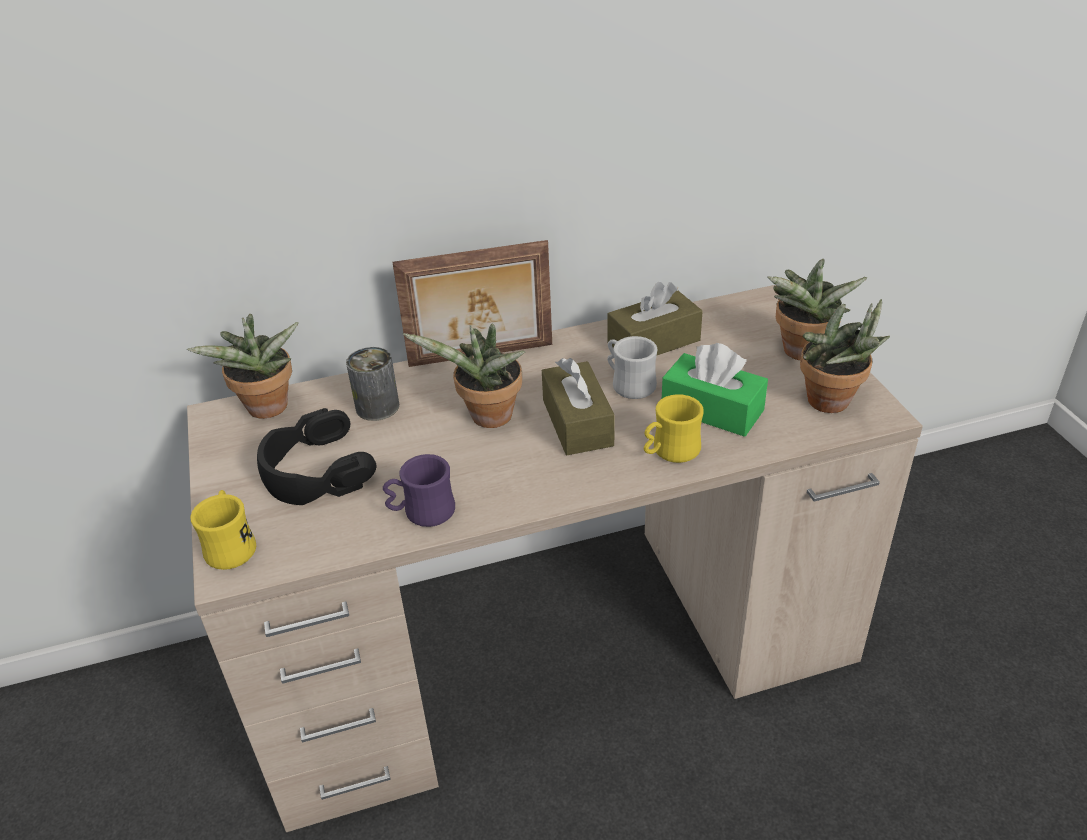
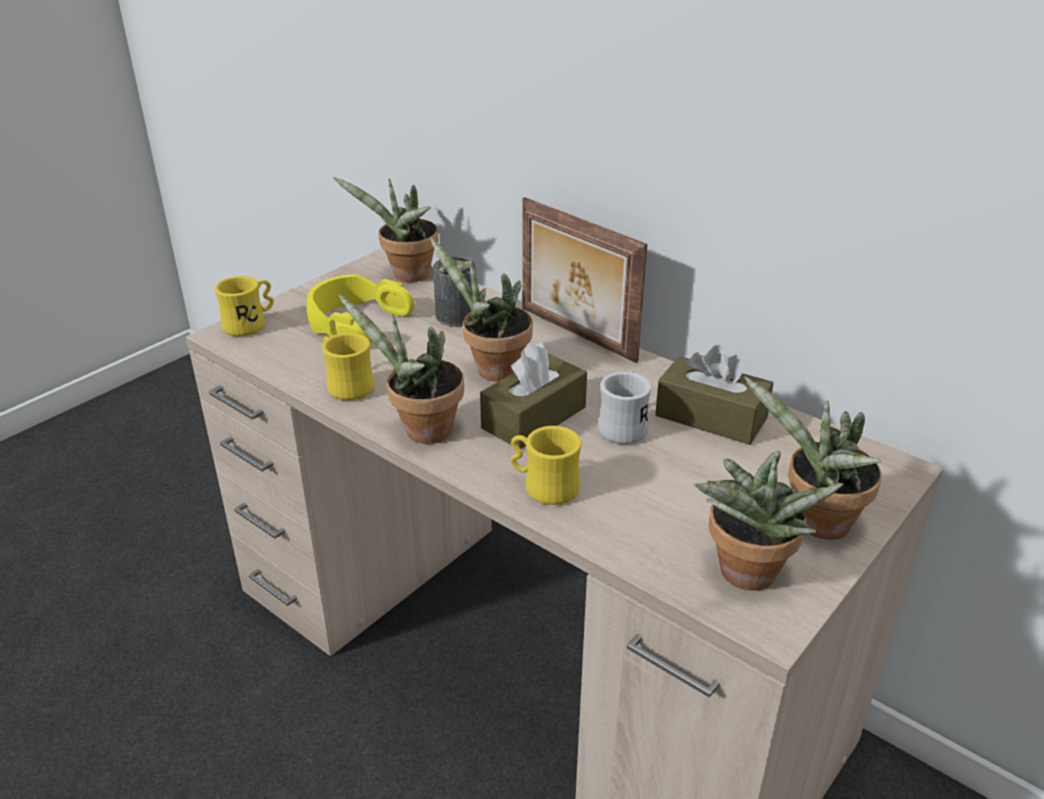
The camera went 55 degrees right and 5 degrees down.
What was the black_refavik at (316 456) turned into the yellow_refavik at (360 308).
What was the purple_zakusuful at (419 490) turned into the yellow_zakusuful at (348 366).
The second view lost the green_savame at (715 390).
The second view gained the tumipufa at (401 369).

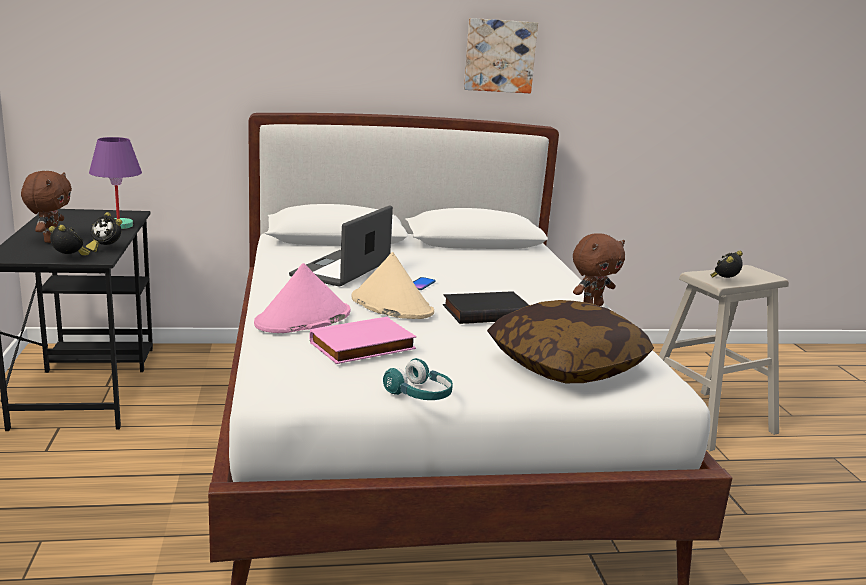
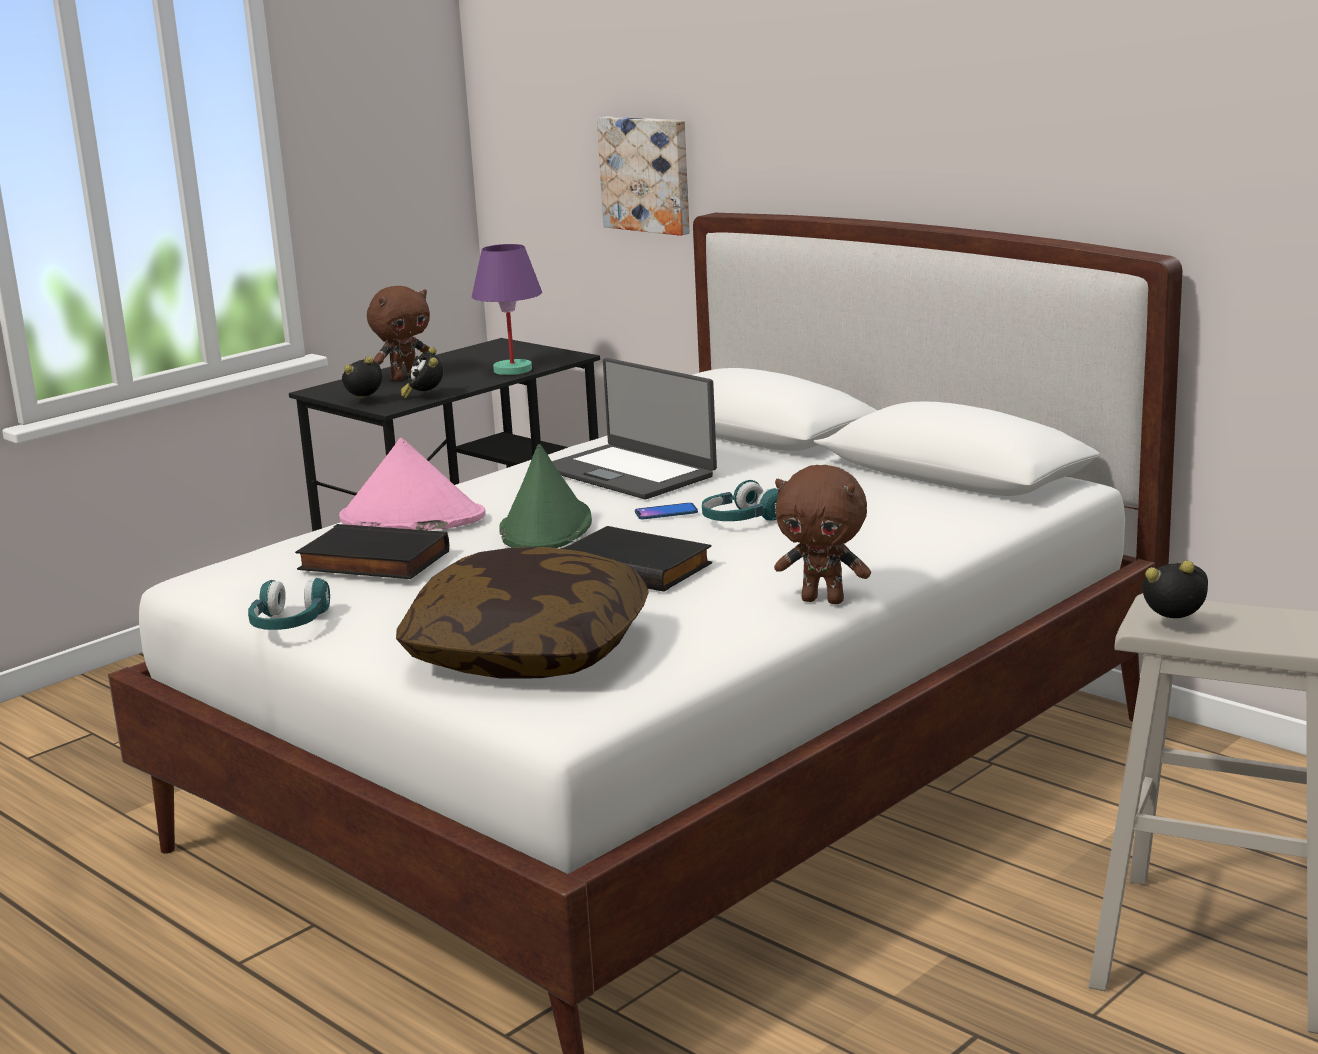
The camera went 55 degrees right and 0 degrees up.
The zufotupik at (69 240) ended up facing another way, 105 degrees counterclockwise from before.
The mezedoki at (341 246) ended up facing another way, 120 degrees counterclockwise from before.
What was the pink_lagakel at (363 340) turned into the black_lagakel at (372 551).
What was the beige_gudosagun at (392 285) turned into the green_gudosagun at (545 496).
The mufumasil ended up elsewhere, having gone from (501 55) to (643 176).
The second view gained the turquoise_refavik at (740 500).

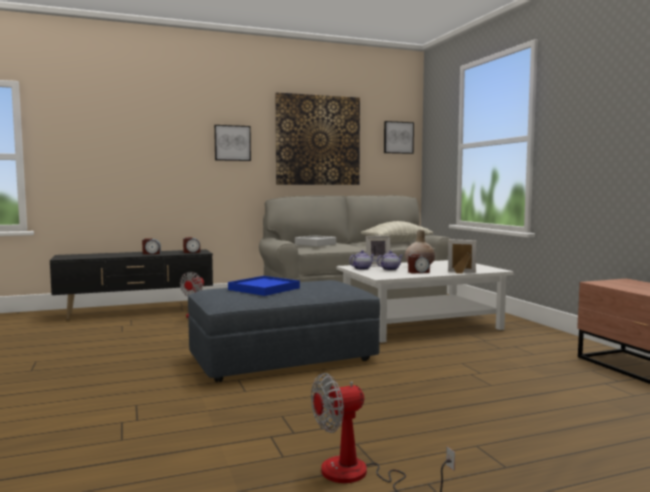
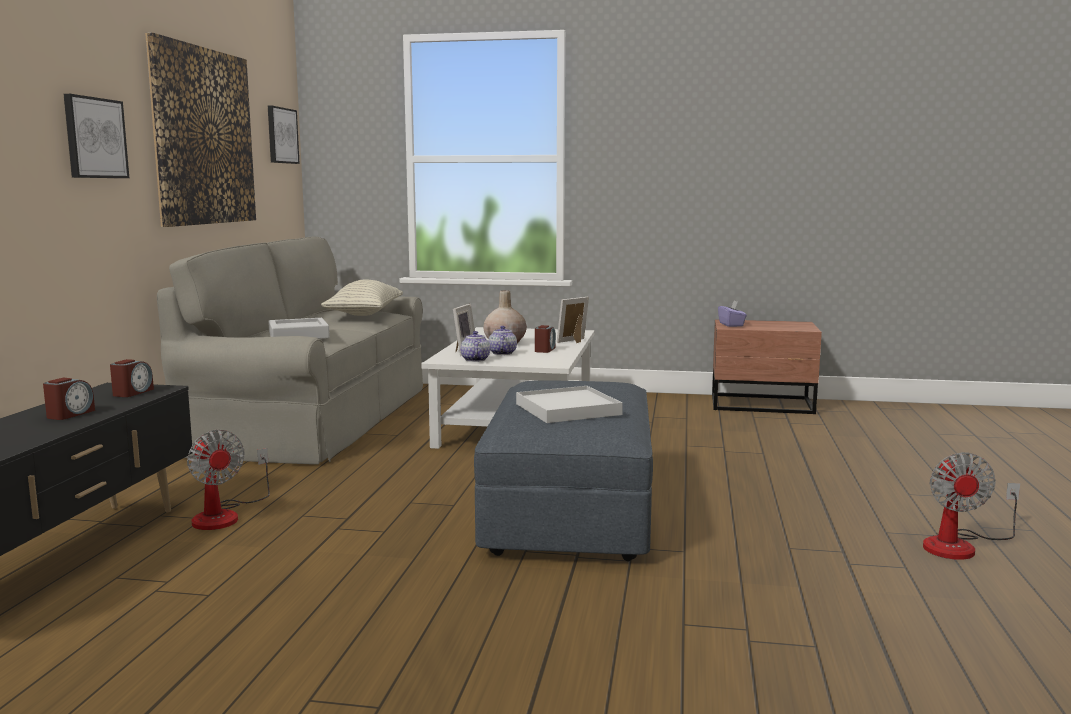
The camera went 60 degrees left and 5 degrees up.
What was the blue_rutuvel at (264 286) turned into the white_rutuvel at (569 404).
The second view gained the purple_savame at (732 314).

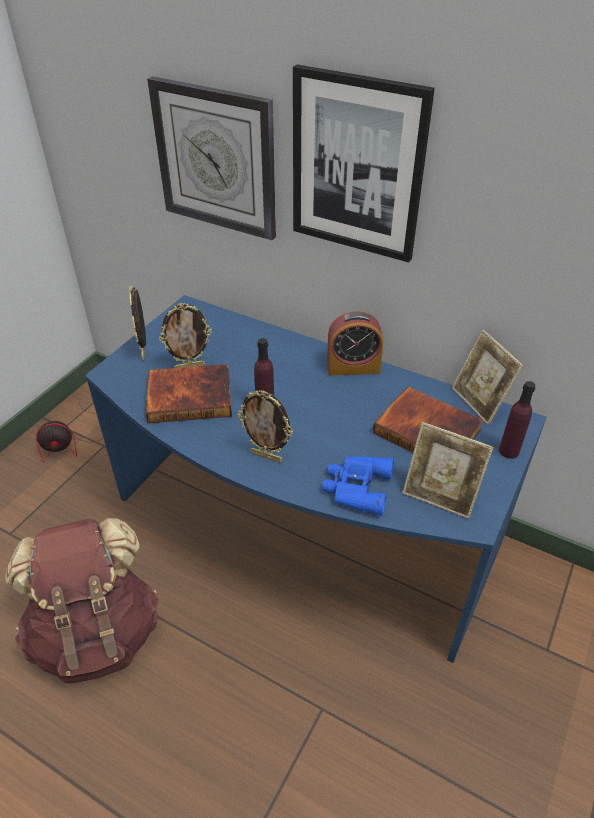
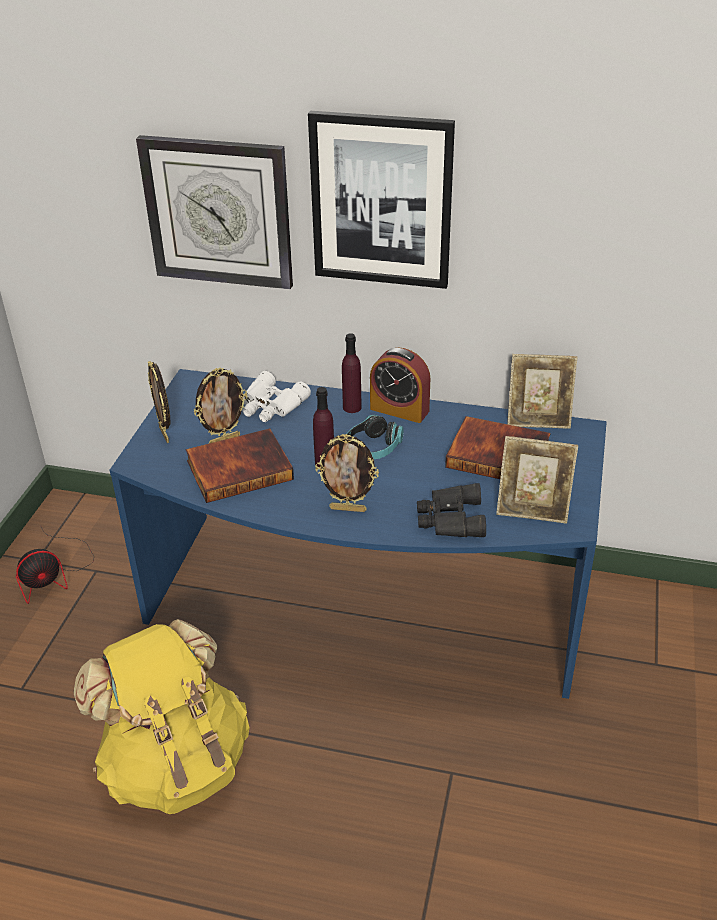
The camera went 15 degrees left and 5 degrees down.
What was the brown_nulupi at (82 600) turned into the yellow_nulupi at (161 716).
What was the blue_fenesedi at (358 486) turned into the black_fenesedi at (451 510).
The zufotupik at (355 343) ended up facing another way, 45 degrees clockwise from before.
The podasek at (487 377) ended up facing another way, 45 degrees counterclockwise from before.
The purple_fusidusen ended up elsewhere, having gone from (517 420) to (351 373).
The second view gained the white_fenesedi at (277 396).
The second view gained the refavik at (375 437).

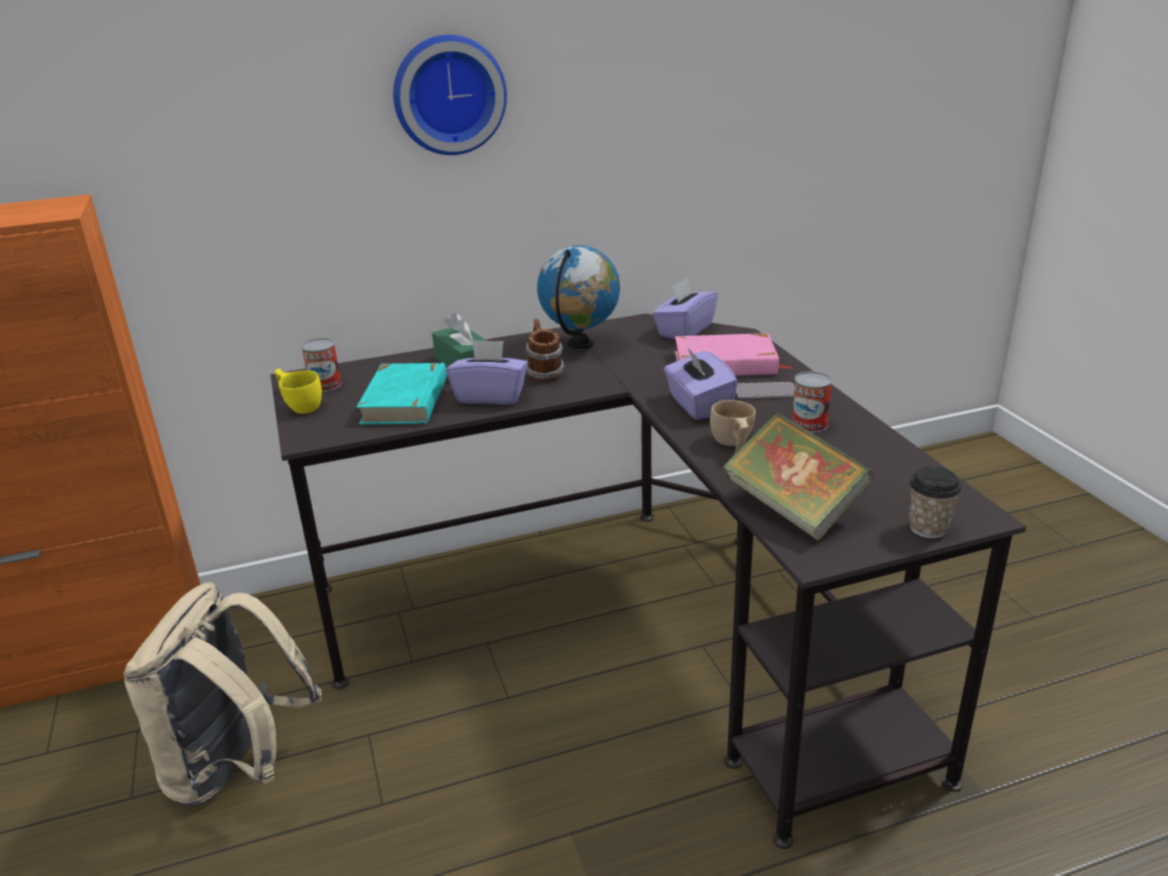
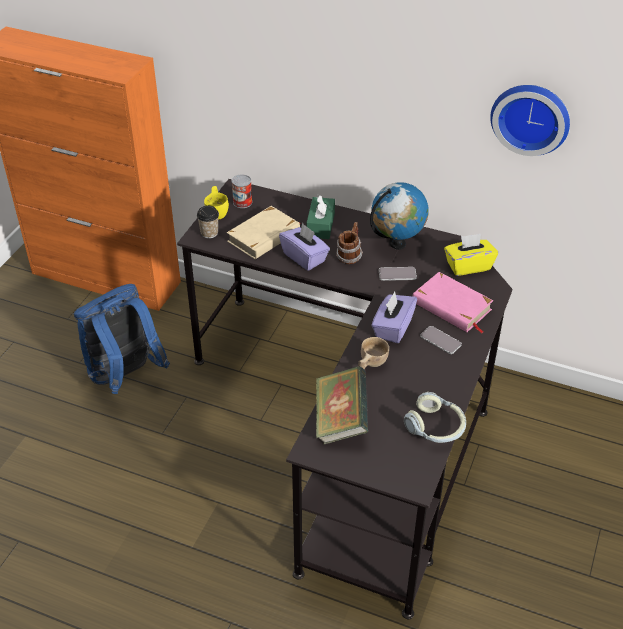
The camera went 40 degrees right and 15 degrees up.
What was the beige_nulupi at (222 694) turned into the blue_nulupi at (122 339).
What was the turquoise_lagakel at (401 393) turned into the beige_lagakel at (264 232).
The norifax ended up elsewhere, having gone from (450 95) to (530 120).
What was the purple_savame at (685 308) turned into the yellow_savame at (471 255).
The second view lost the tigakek at (812 402).
The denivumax ended up elsewhere, having gone from (935 502) to (208 222).
The second view gained the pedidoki at (398 274).
The second view gained the refavik at (435 417).

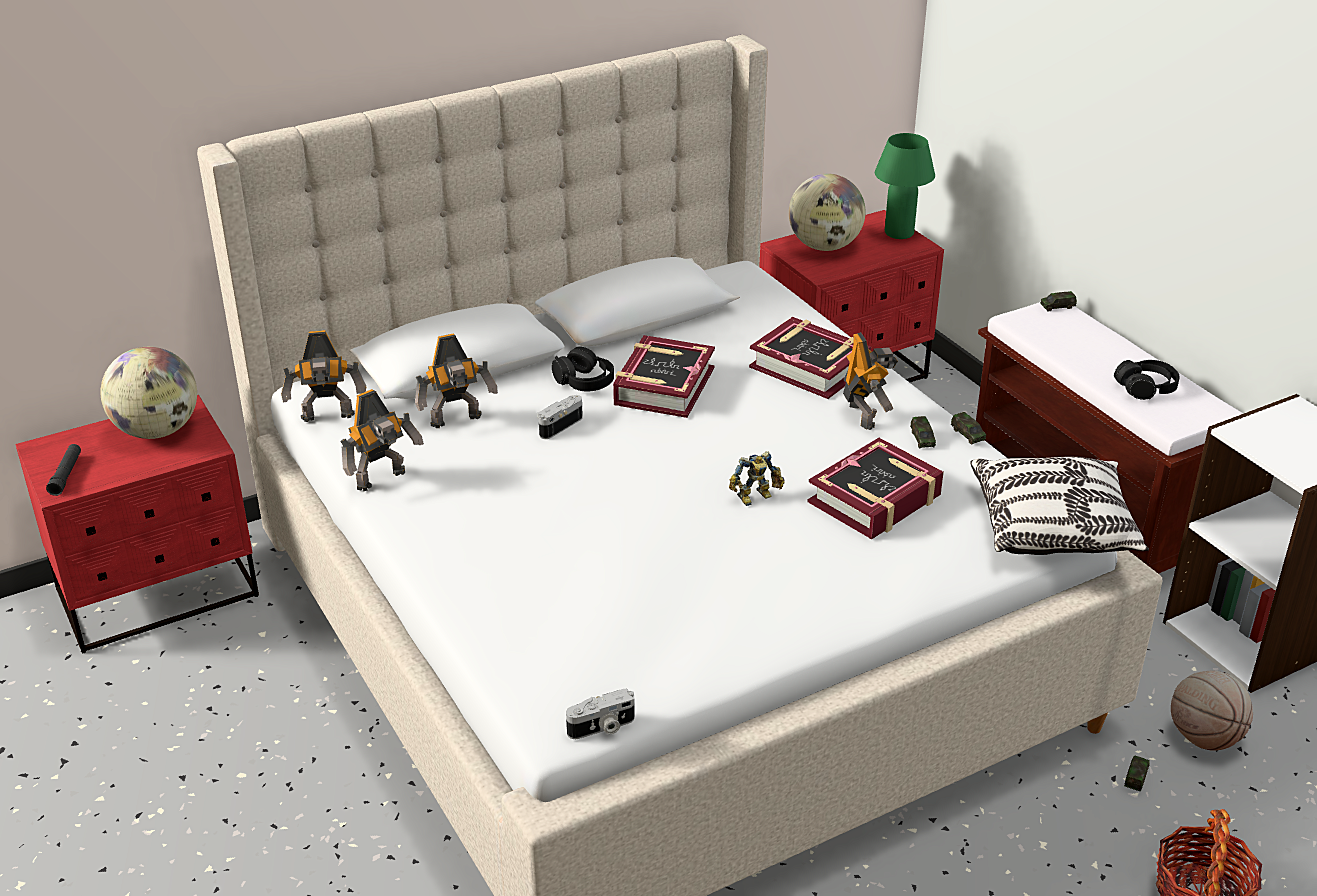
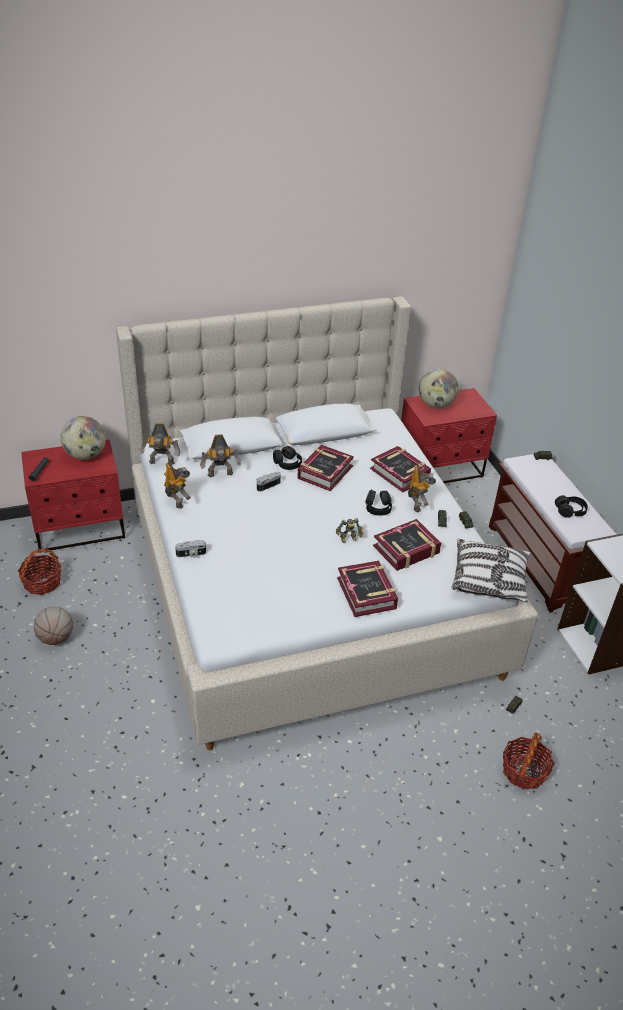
The camera went 10 degrees right and 5 degrees up.
The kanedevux at (382 440) ended up facing another way, 90 degrees counterclockwise from before.
The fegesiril ended up elsewhere, having gone from (600 714) to (190 549).
The second view lost the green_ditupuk at (905 186).
The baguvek ended up elsewhere, having gone from (1212 711) to (53 626).
The second view gained the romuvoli at (40 571).
The second view gained the lagakel at (367 588).
The second view gained the black_refavik at (378 502).

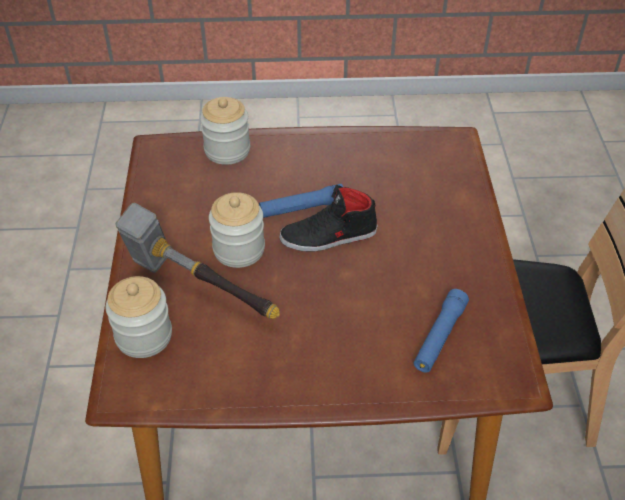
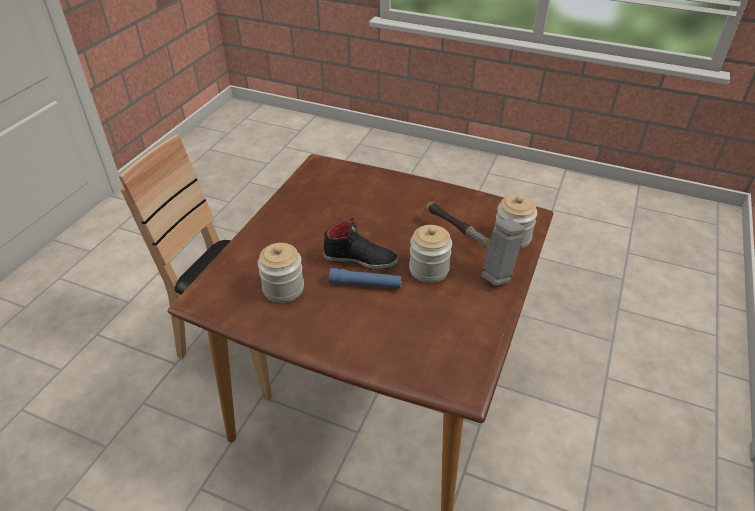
The camera went 155 degrees left and 5 degrees down.
The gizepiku ended up elsewhere, having gone from (225 131) to (281 273).
The second view lost the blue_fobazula at (441 331).

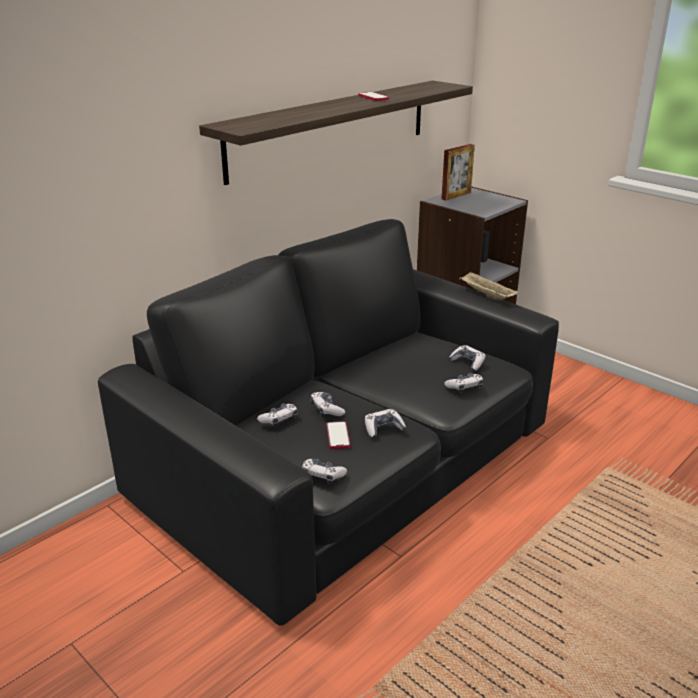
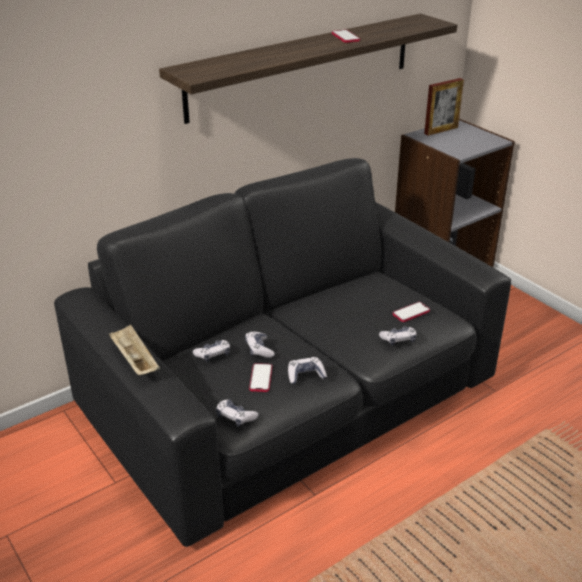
The camera went 10 degrees right and 5 degrees up.
Where the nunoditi stood at (467 358), the pedidoki came to stand at (411 312).
The beige_rutuvel ended up elsewhere, having gone from (489 286) to (134 349).

